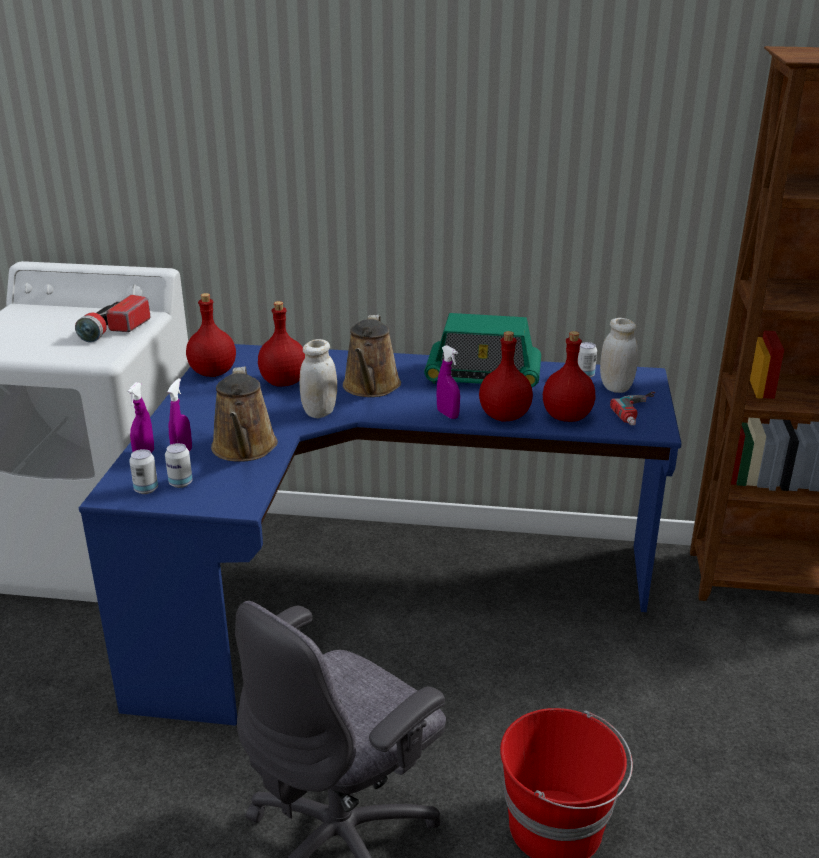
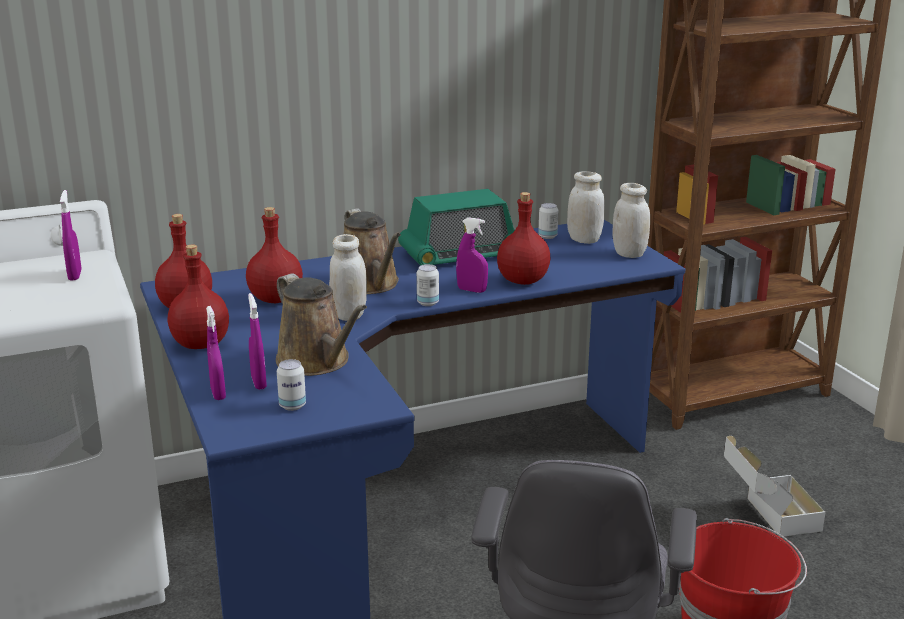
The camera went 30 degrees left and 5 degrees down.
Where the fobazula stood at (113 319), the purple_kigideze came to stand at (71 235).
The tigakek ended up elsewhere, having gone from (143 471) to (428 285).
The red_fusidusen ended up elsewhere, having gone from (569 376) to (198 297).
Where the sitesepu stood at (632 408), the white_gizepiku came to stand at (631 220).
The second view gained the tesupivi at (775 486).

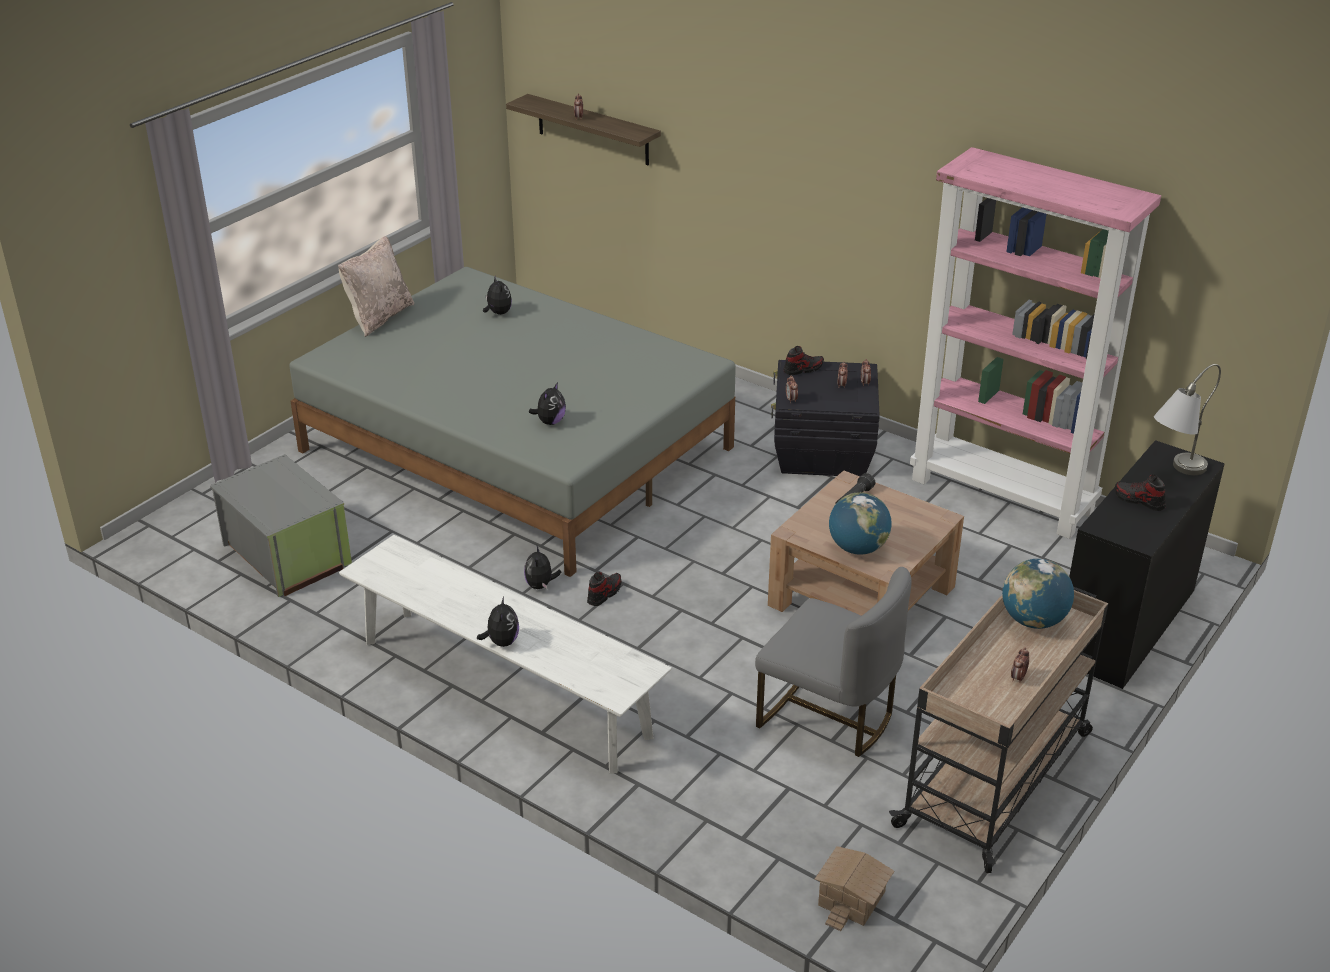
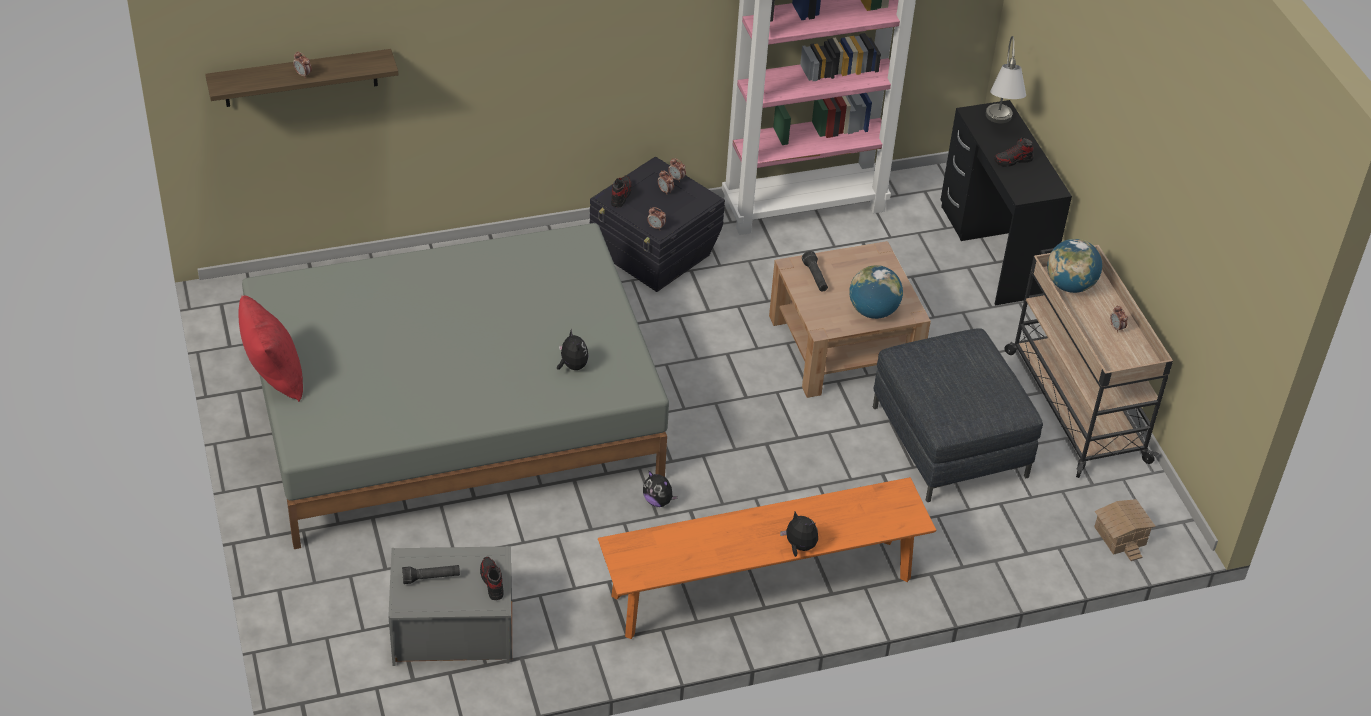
The camera went 55 degrees left and 10 degrees up.
What was the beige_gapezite at (376 286) turned into the red_gapezite at (271 348).
What was the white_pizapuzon at (505 654) turned into the orange_pizapuzon at (767 558).
The second view lost the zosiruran at (497 295).
The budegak ended up elsewhere, having gone from (604 589) to (492 578).
Where the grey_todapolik stood at (833 662), the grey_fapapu came to stand at (958 415).
The second view gained the black_fobazula at (431 574).

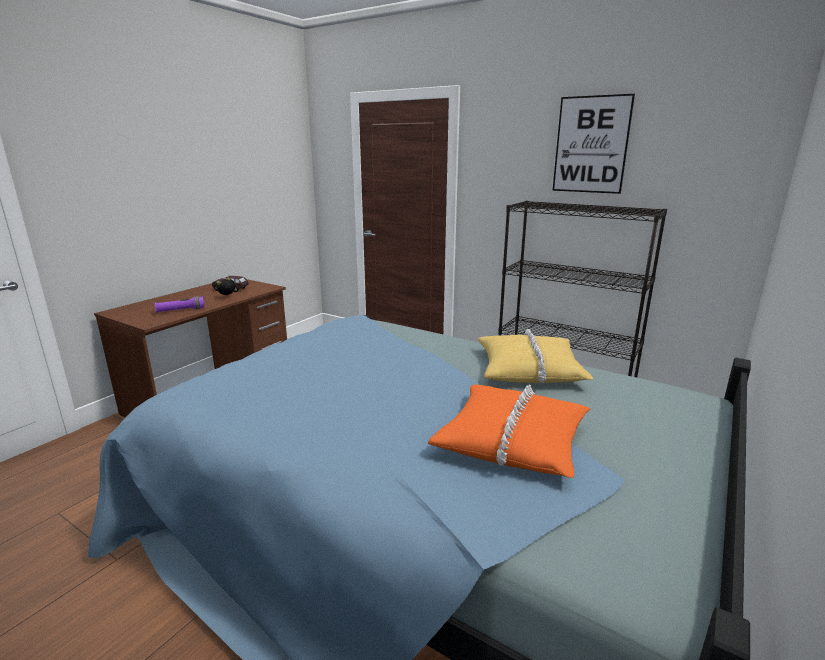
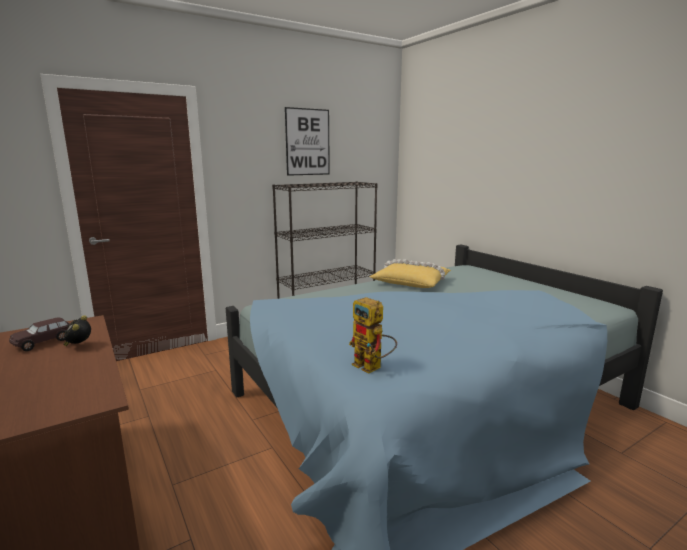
The camera went 65 degrees left and 5 degrees down.
The second view lost the purple_fobazula at (179 304).
The second view lost the orange_gapezite at (509 431).
The second view gained the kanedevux at (373 335).

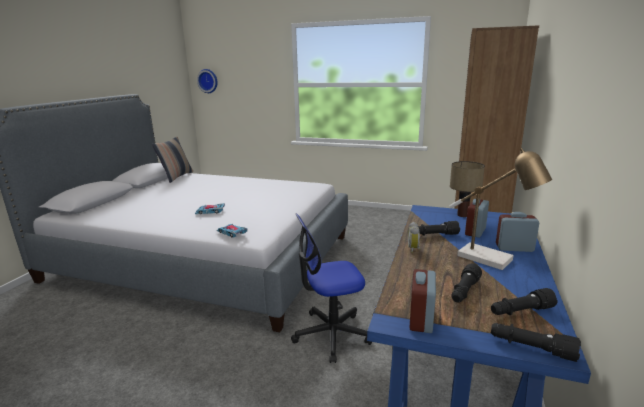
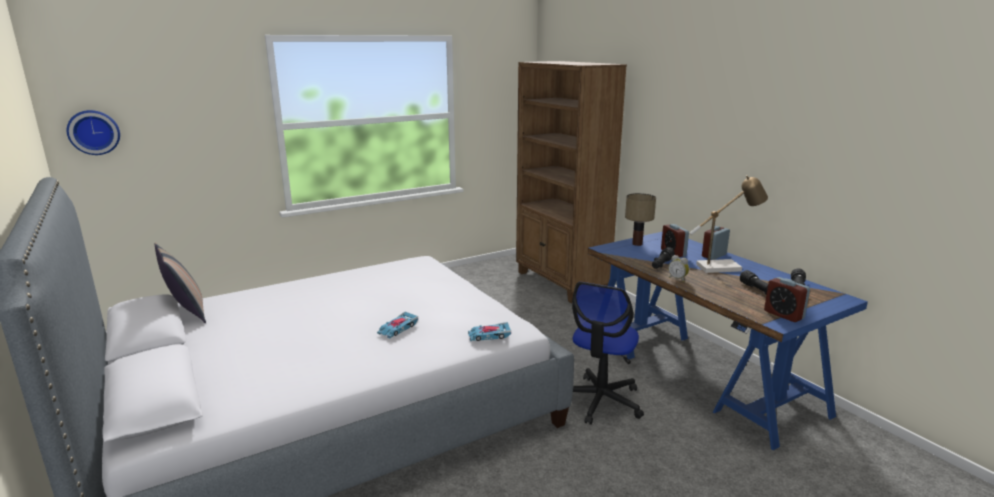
The camera went 50 degrees left and 0 degrees up.
The second view lost the black_fobazula at (536 342).

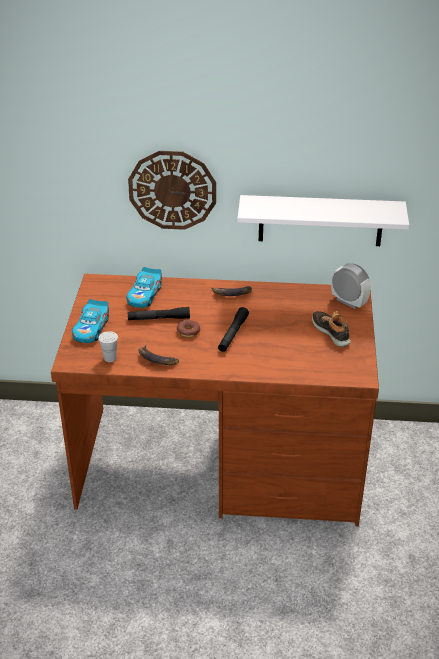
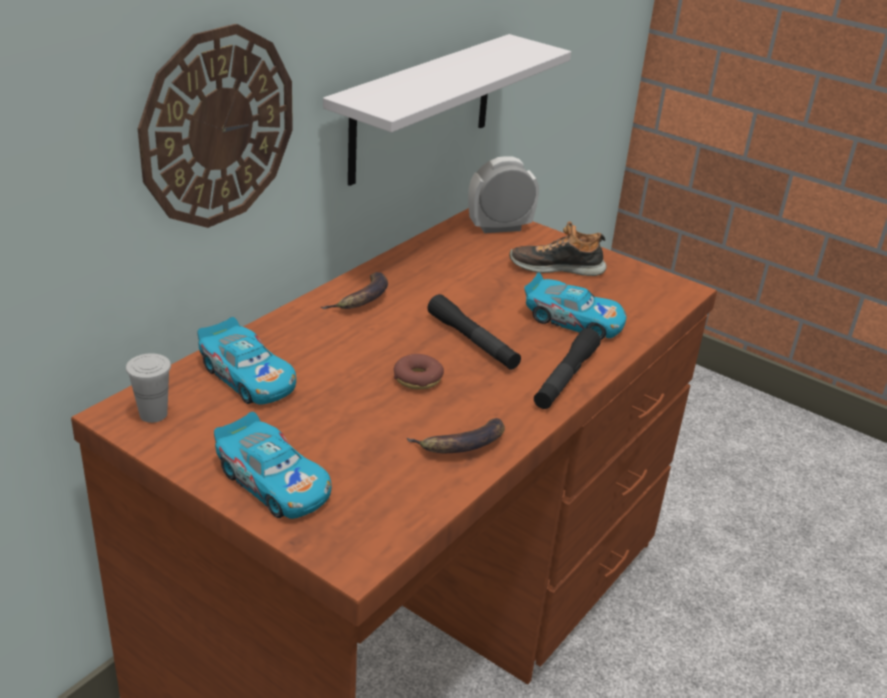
The camera went 60 degrees left and 5 degrees down.
The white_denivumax ended up elsewhere, having gone from (108 346) to (148 388).
The black_fobazula ended up elsewhere, having gone from (159 313) to (567 368).
The second view gained the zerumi at (575 306).

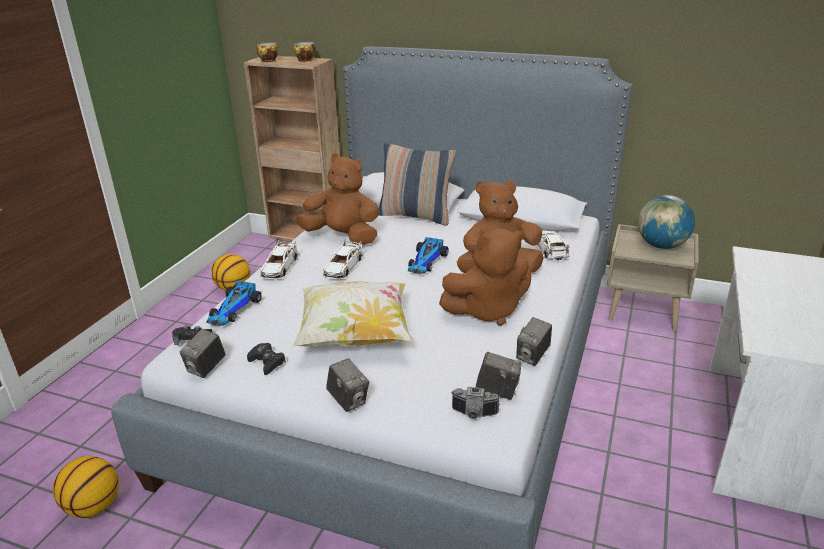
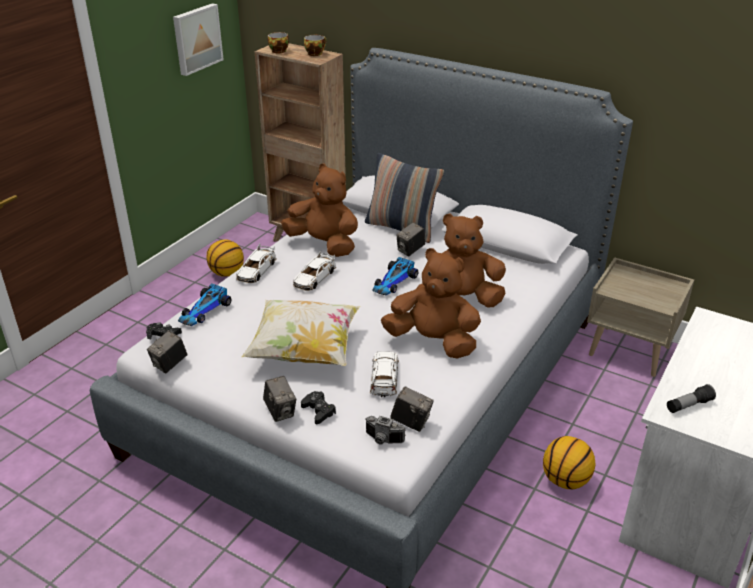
The camera went 10 degrees right and 5 degrees up.
The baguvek ended up elsewhere, having gone from (86 487) to (569 463).
The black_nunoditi ended up elsewhere, having gone from (266 359) to (318 407).
The brown_zosiruran at (485 277) ended up facing another way, 150 degrees counterclockwise from before.
The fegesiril ended up elsewhere, having gone from (534 341) to (410 239).
The white_zerumi ended up elsewhere, having gone from (554 245) to (384 374).
The second view lost the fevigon at (666 222).
The second view gained the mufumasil at (198 39).
The second view gained the fobazula at (691 398).

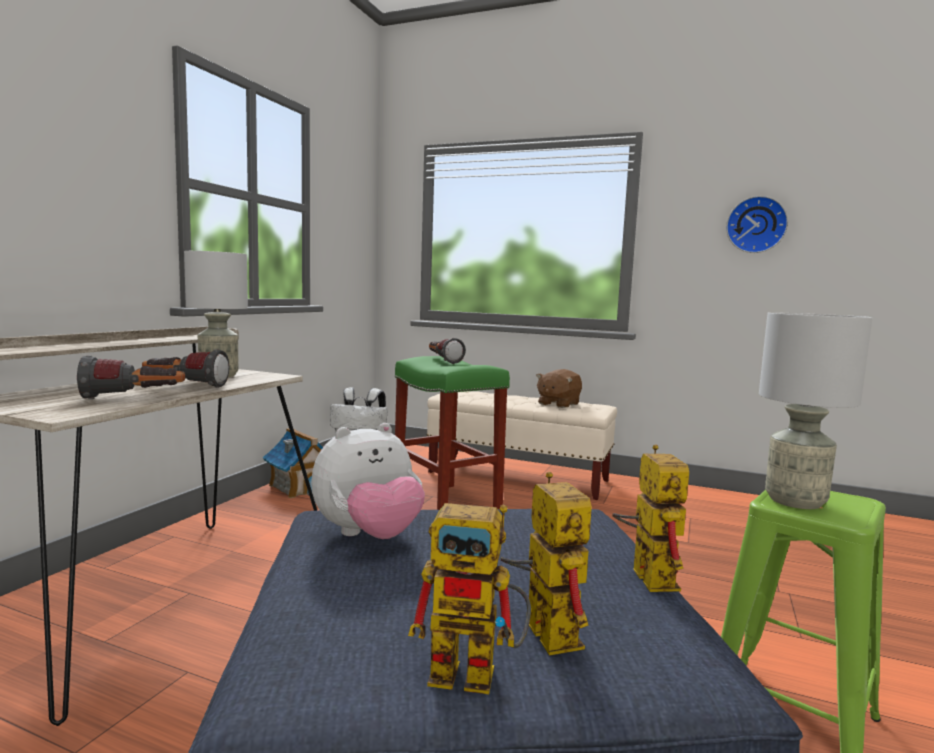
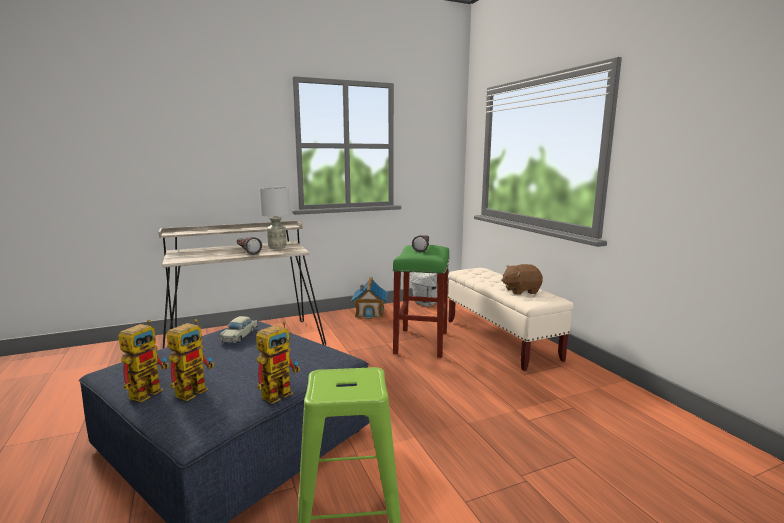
The camera went 45 degrees right and 5 degrees up.
The second view lost the fobazula at (131 377).
Where the zosiruran stood at (368 481), the beige_zerumi came to stand at (238 329).
The kanedevux at (469 598) ended up facing another way, 120 degrees counterclockwise from before.
The second view lost the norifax at (757 224).
The second view lost the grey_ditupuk at (815 410).

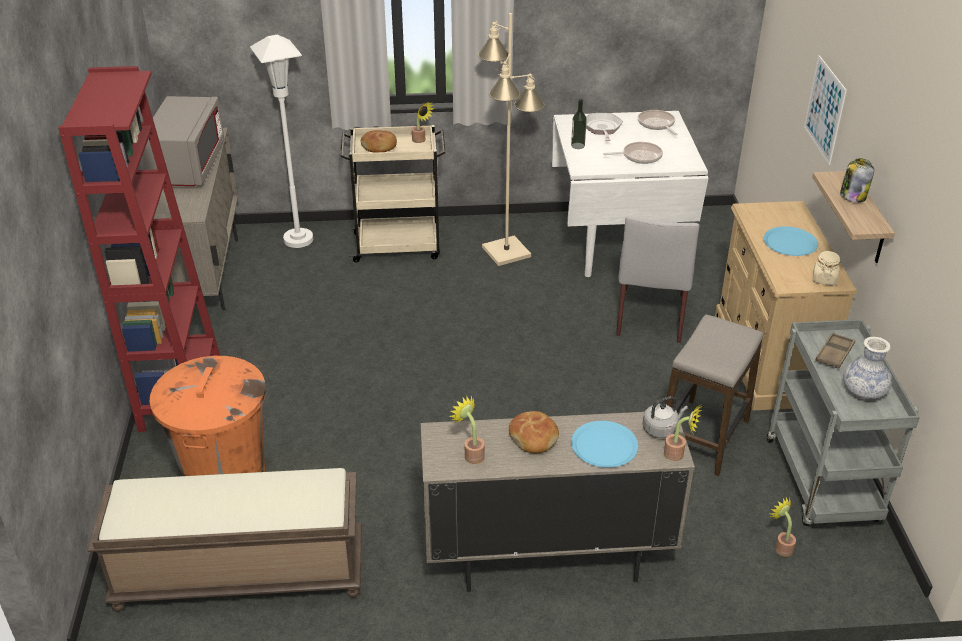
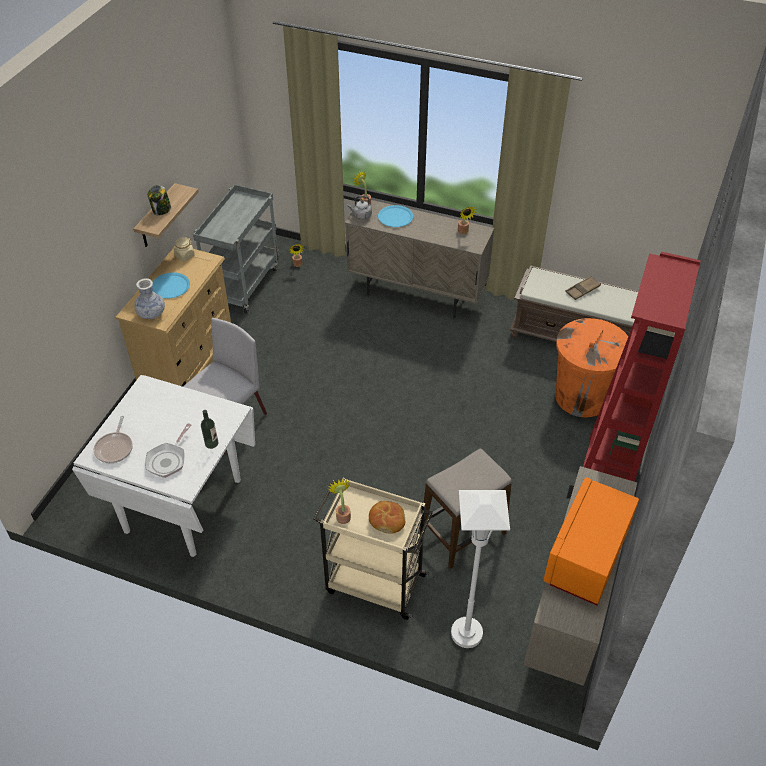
The camera went 155 degrees left and 10 degrees up.
What was the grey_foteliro at (183 141) turned into the orange_foteliro at (591 541).
The second view lost the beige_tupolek at (511 139).
The second view lost the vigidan at (534 432).
The second view lost the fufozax at (633 153).
The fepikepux ended up elsewhere, having gone from (714 395) to (465 508).
The second view lost the mufumasil at (825 110).
The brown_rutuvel ended up elsewhere, having gone from (835 350) to (583 288).
The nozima ended up elsewhere, having gone from (867 368) to (149 298).

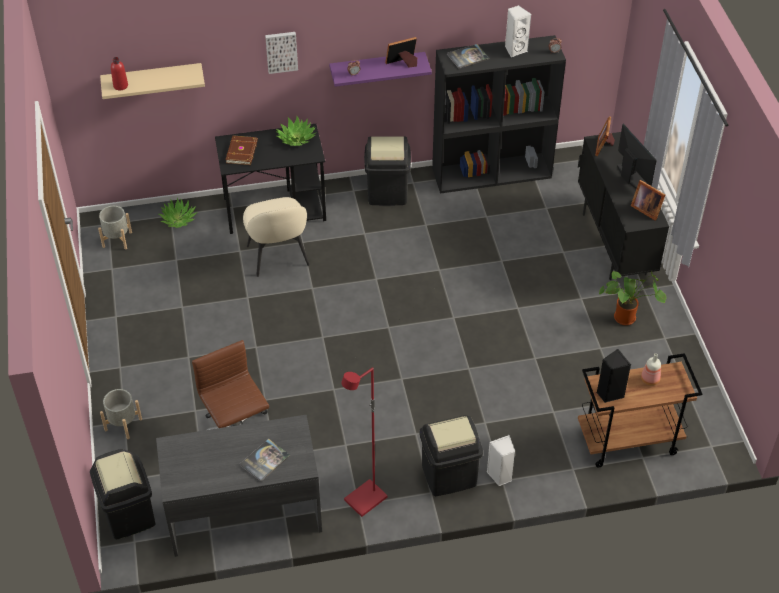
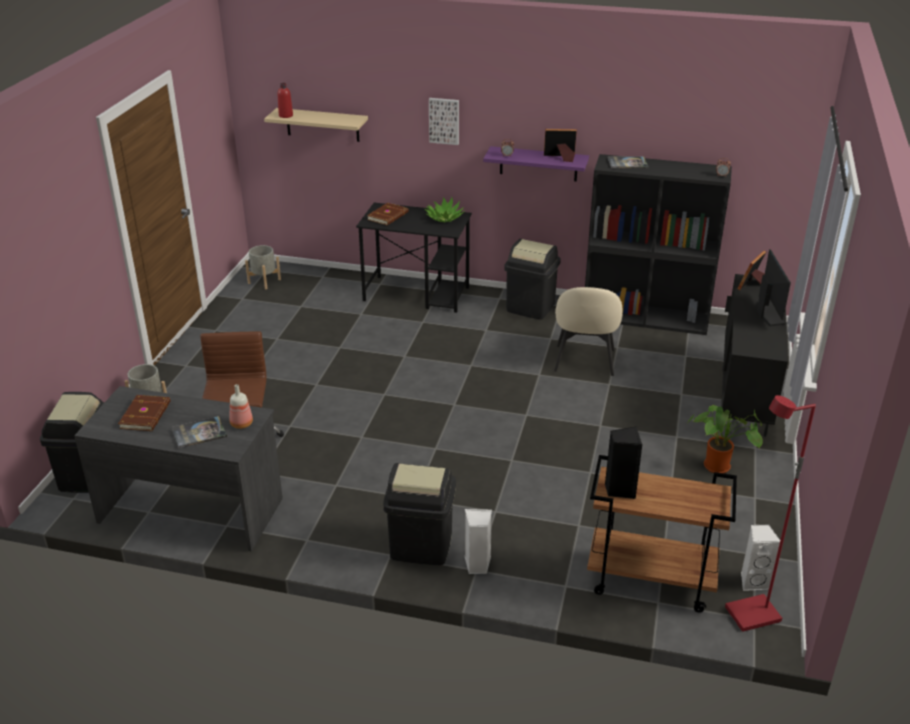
The camera went 25 degrees right and 15 degrees down.
The second view lost the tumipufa at (178 213).
The beige_todapolik ended up elsewhere, having gone from (276 237) to (588 331).
The red_tupolek ended up elsewhere, having gone from (364 442) to (770 513).
The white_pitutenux ended up elsewhere, having gone from (518 31) to (760 557).
The second view lost the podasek at (648 200).
The fusidusen ended up elsewhere, having gone from (651 369) to (241 406).
The second view gained the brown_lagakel at (144 413).

